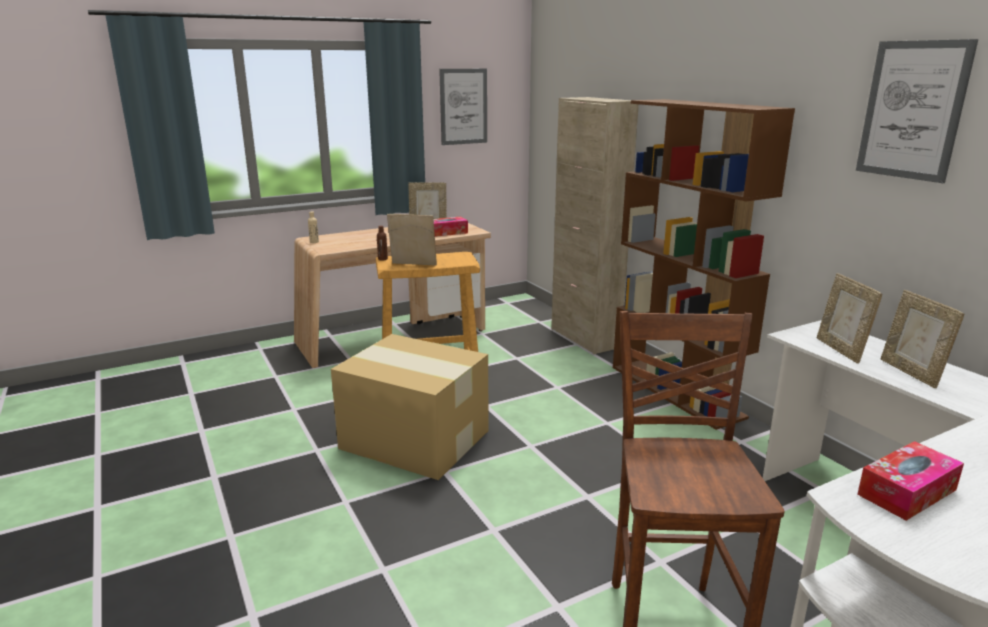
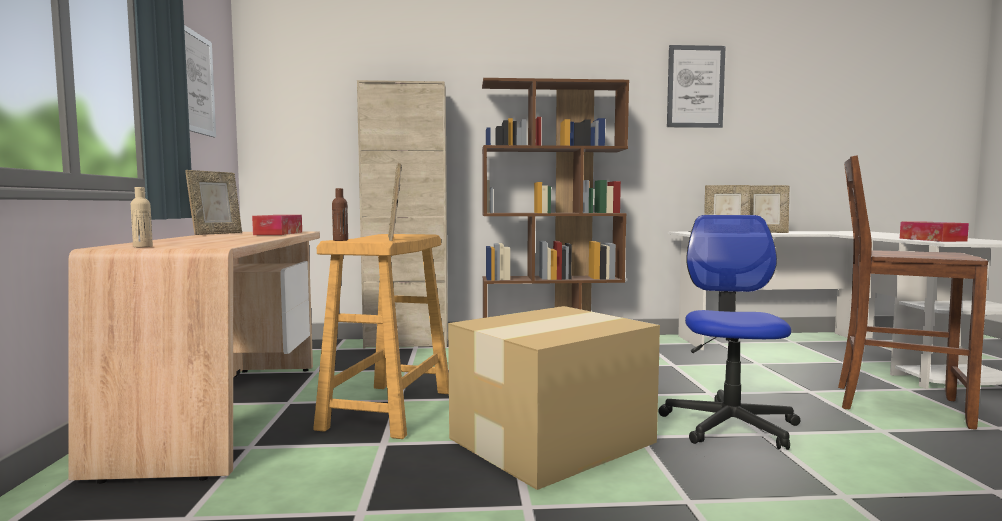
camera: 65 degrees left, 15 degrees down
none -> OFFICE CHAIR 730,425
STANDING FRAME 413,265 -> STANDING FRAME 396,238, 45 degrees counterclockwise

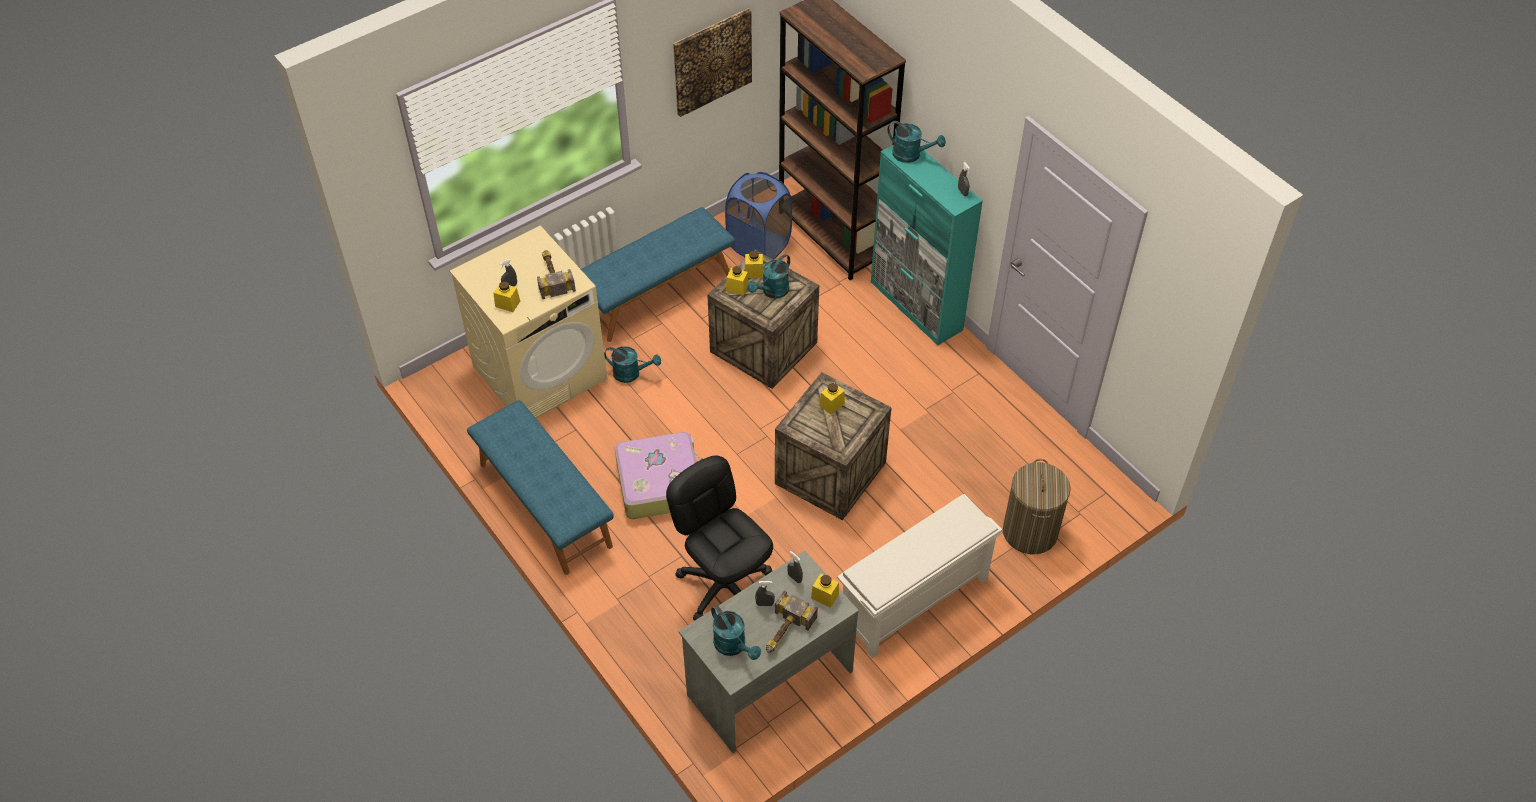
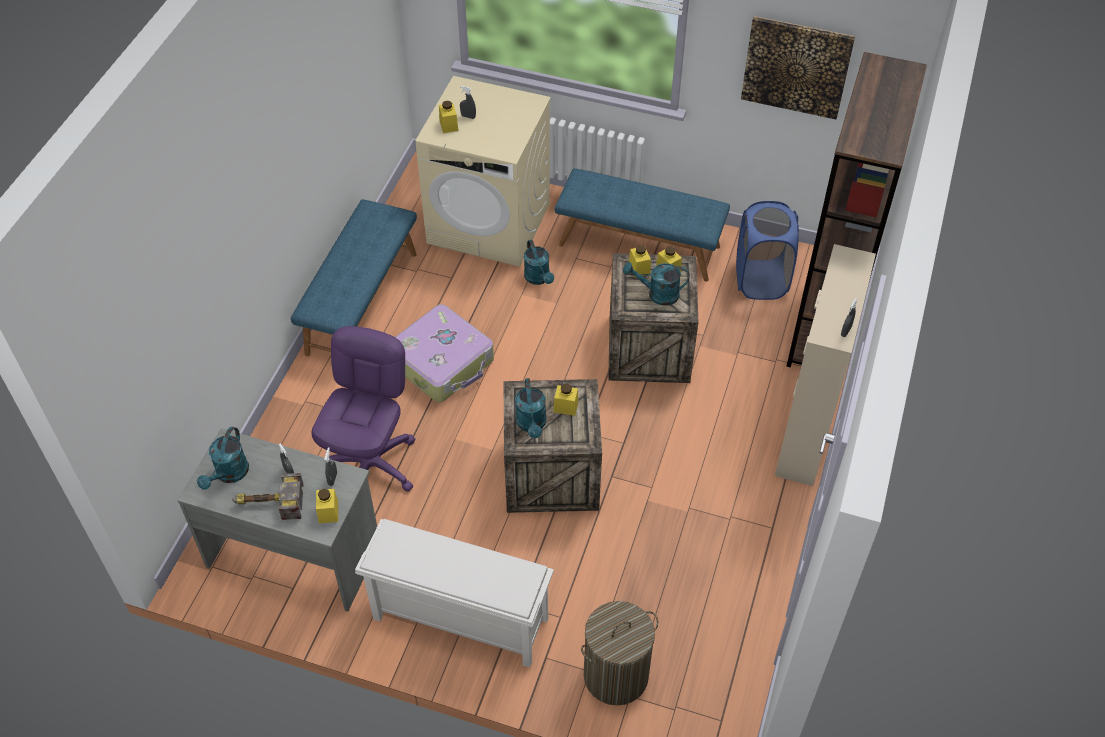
camera: 55 degrees right, 0 degrees up
TOOL HAMMER 552,275 -> none
TURQUOISE SPRINKLING CAN 911,155 -> TURQUOISE SPRINKLING CAN 532,425, relocated
BLACK OFFICE CHAIR 724,585 -> PURPLISH OFFICE CHAIR 371,465
TURQUOISE CUPBOARD 916,306 -> SAND-COLOURED CUPBOARD 805,433

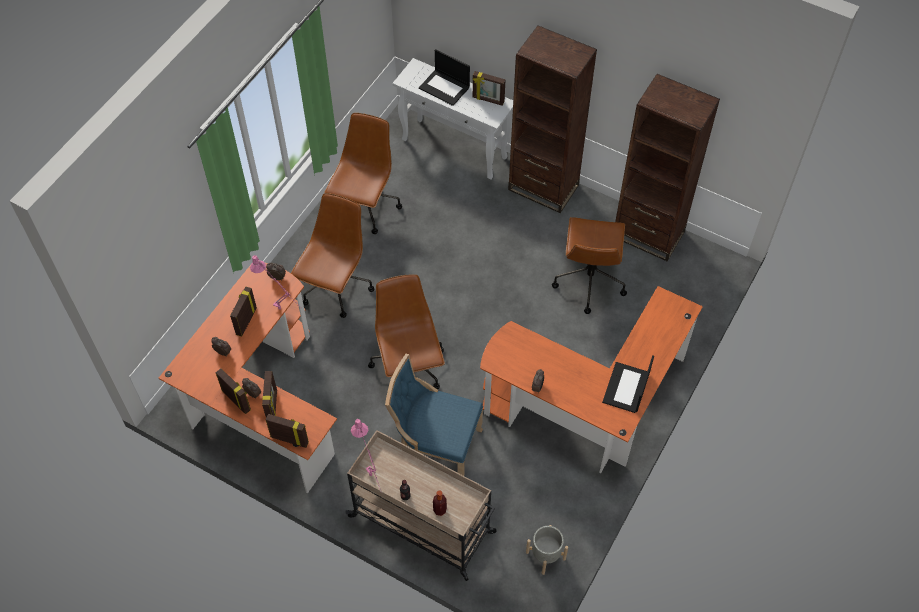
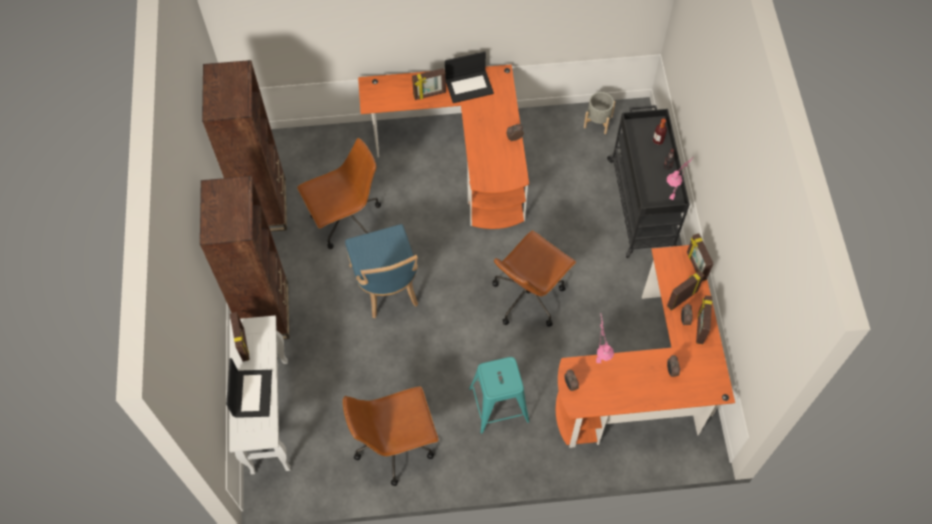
camera: 125 degrees left, 5 degrees up
STANDING FRAME 245,321 -> STANDING FRAME 430,94, relocated
BLUE-COLOURED PLAIN CHAIR 435,446 -> BLUE-COLOURED PLAIN CHAIR 387,287, relocated
BROWN-COLOURED OFFICE CHAIR 336,289 -> TURQUOISE STOOL 499,405
SAND-COLOURED CART 423,525 -> BLACK CART 641,204

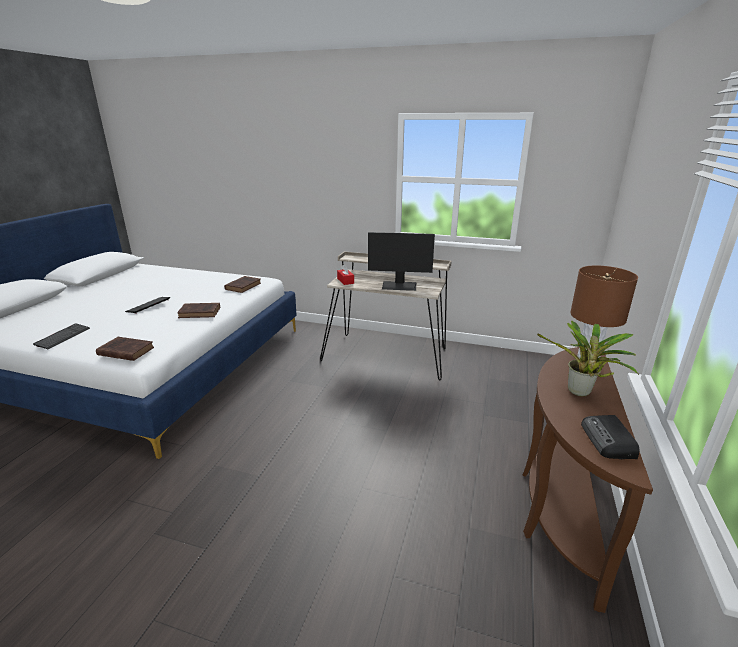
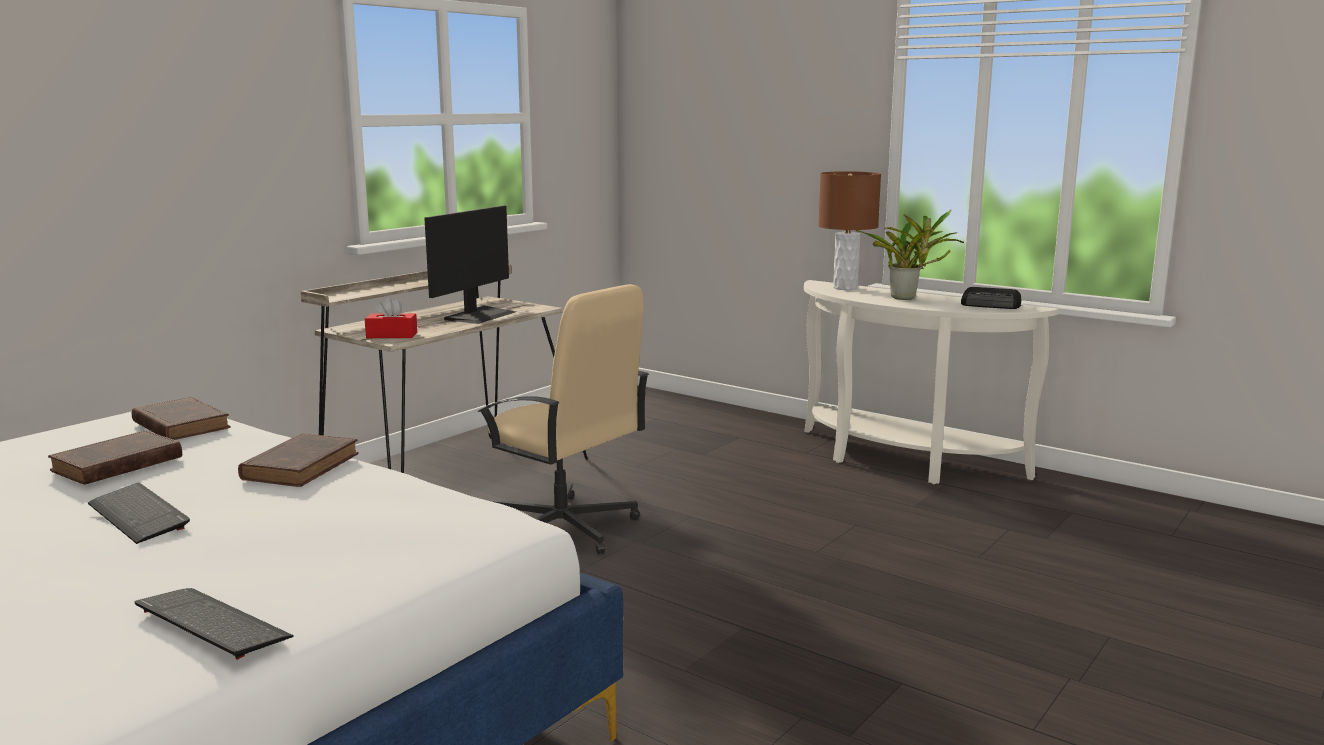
camera: 70 degrees left, 10 degrees down
none -> SAND-COLOURED OFFICE CHAIR 562,528
BROWN-COLOURED BOOK 125,351 -> BROWN-COLOURED BOOK 114,465, relocated
BROWN-COLOURED HALL TABLE 557,508 -> WHITE-COLOURED HALL TABLE 899,461

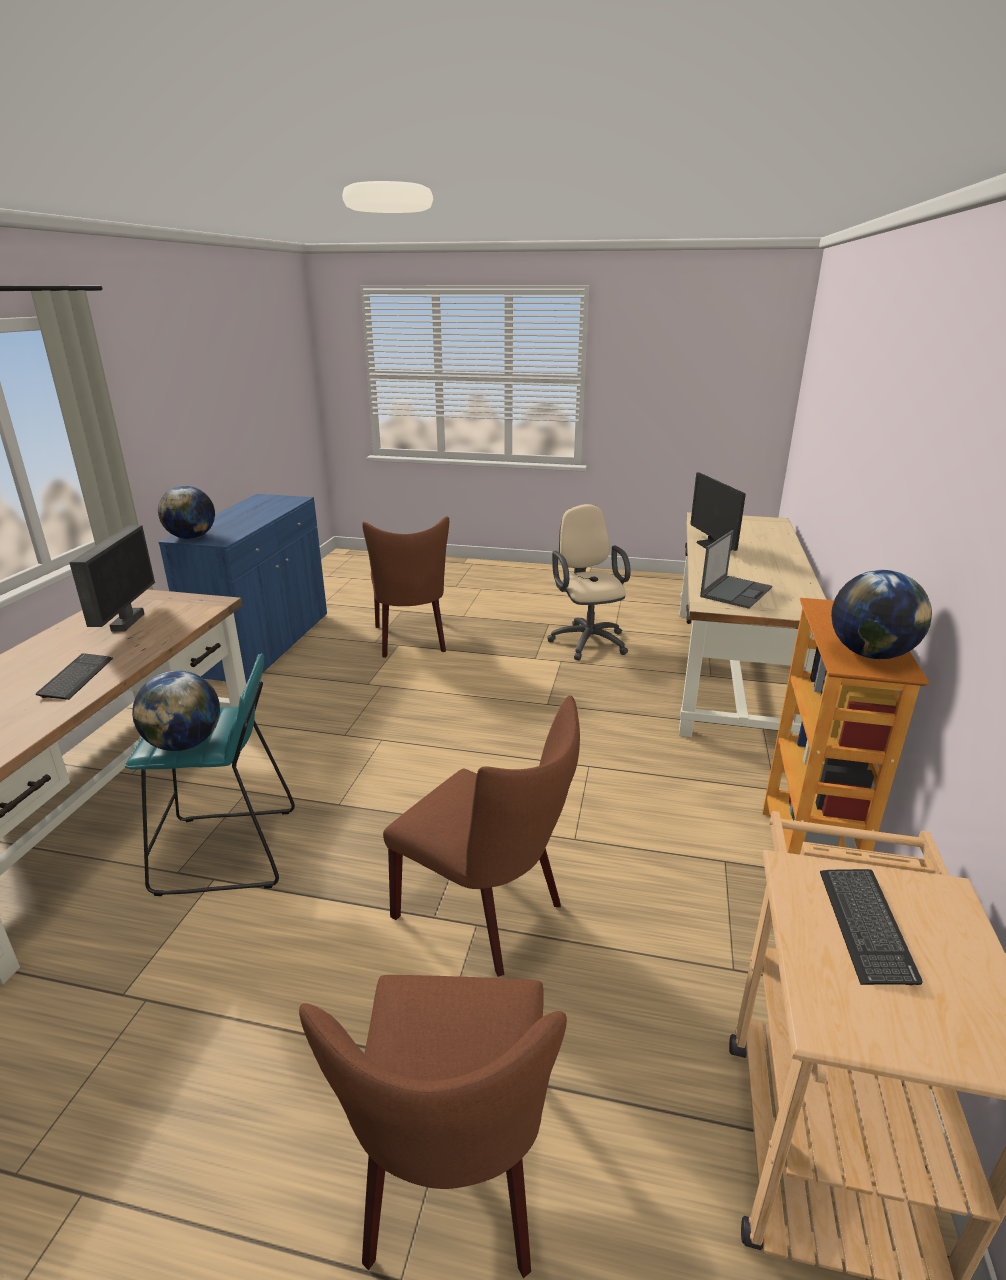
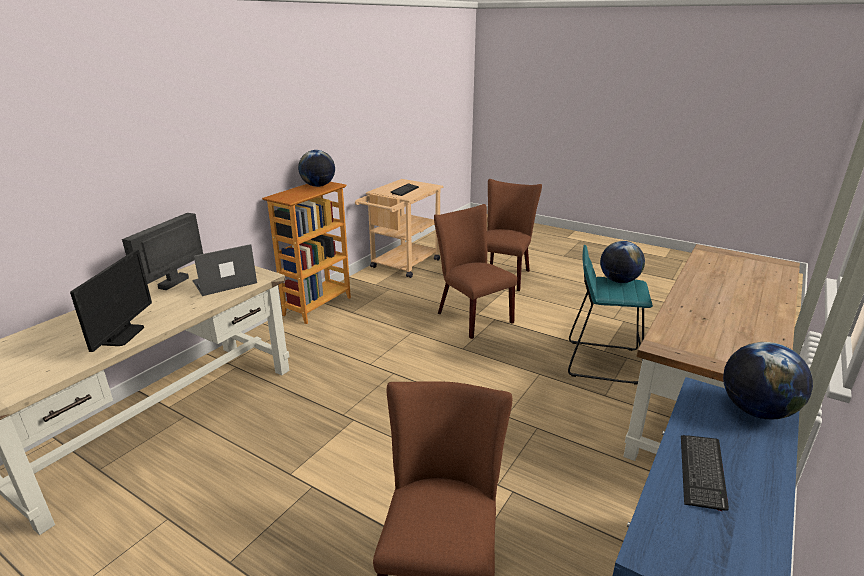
camera: 160 degrees left, 0 degrees up
SAND-COLOURED OFFICE CHAIR 587,640 -> none
KEYBOARD 76,678 -> KEYBOARD 701,472, relocated
COMPUTER DISPLAY 126,622 -> COMPUTER DISPLAY 175,283, relocated

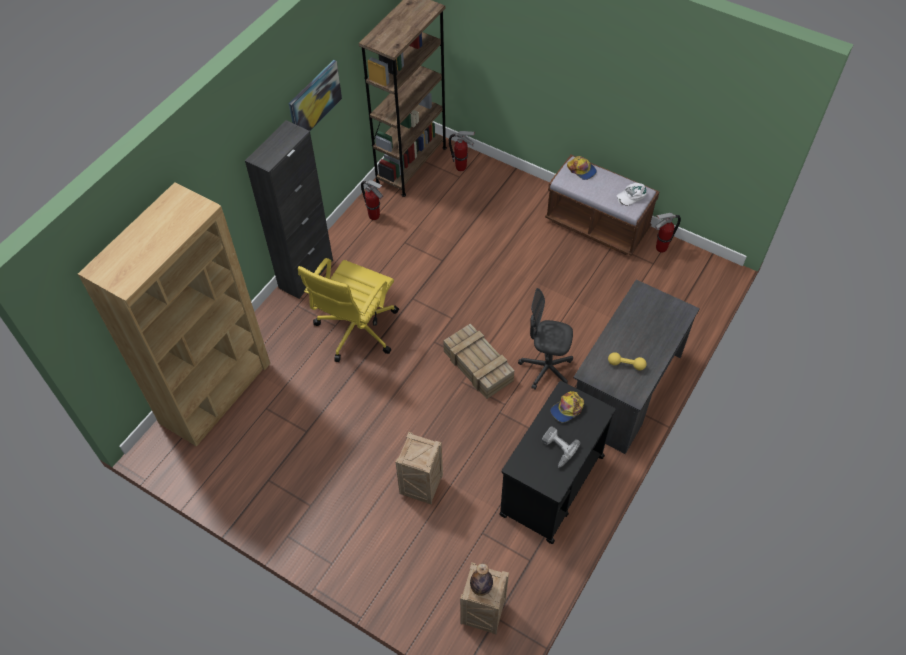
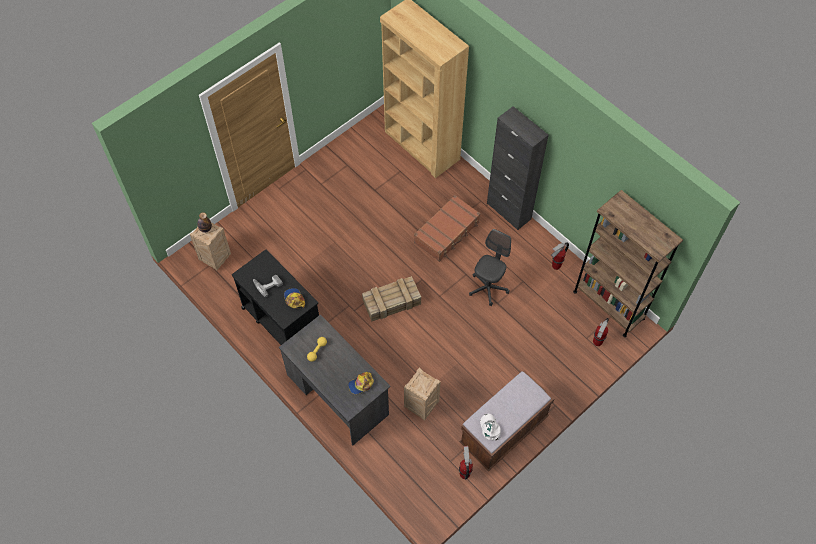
camera: 105 degrees right, 5 degrees up
PICTURE 314,100 -> none
PACKING CRATE 421,486 -> PACKING CRATE 422,405, relocated
GREYISH OFFICE CHAIR 546,369 -> GREYISH OFFICE CHAIR 488,288, relocated
PEAKED CAP 582,170 -> PEAKED CAP 361,384, relocated
YELLOW-COLOURED OFFICE CHAIR 355,330 -> BROWN-COLOURED TRAVEL CASE 447,232

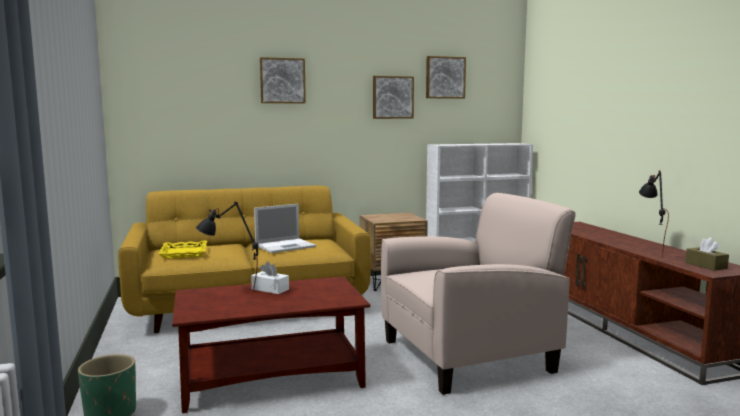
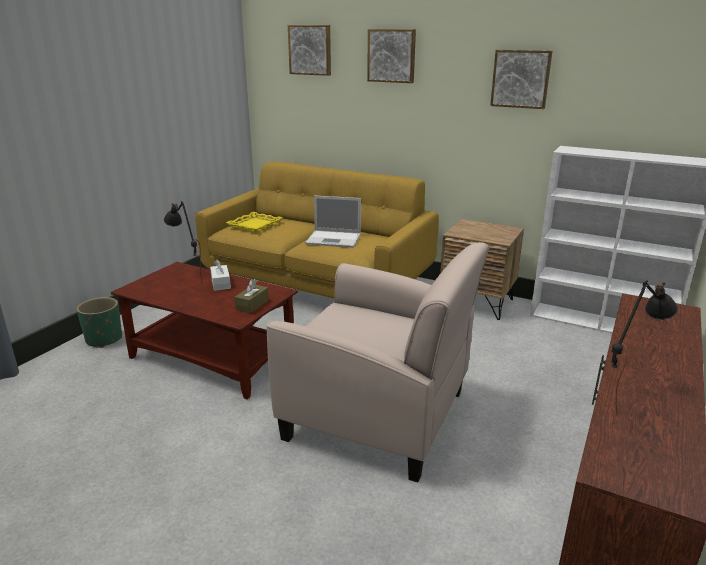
camera: 45 degrees right, 15 degrees up
PICTURE 445,77 -> PICTURE 310,50, relocated
BROWN-COLOURED BOX OF TISSUES 705,265 -> BROWN-COLOURED BOX OF TISSUES 252,305, relocated

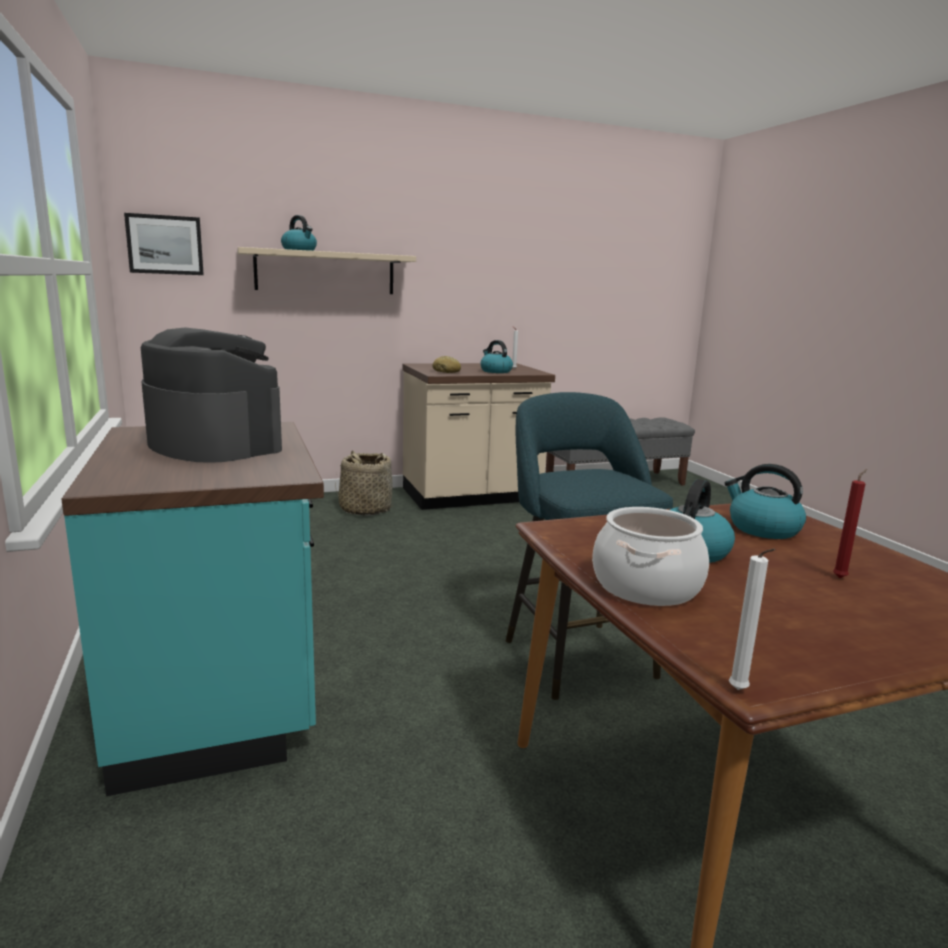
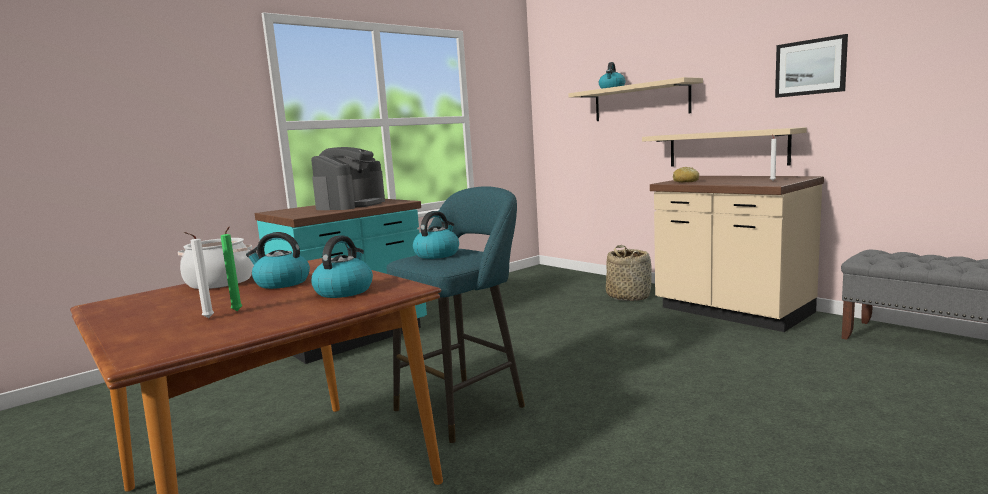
camera: 70 degrees right, 5 degrees down
none -> SAND-COLOURED BRACKET SHELF 726,148
PICTURE 165,245 -> PICTURE 810,67, relocated
TEA KETTLE 495,371 -> TEA KETTLE 437,254, relocated
WHITE-COLOURED WAX CANDLE 740,692 -> WHITE-COLOURED WAX CANDLE 206,318, relocated
RED WAX CANDLE 841,577 -> GREEN-COLOURED WAX CANDLE 238,311

